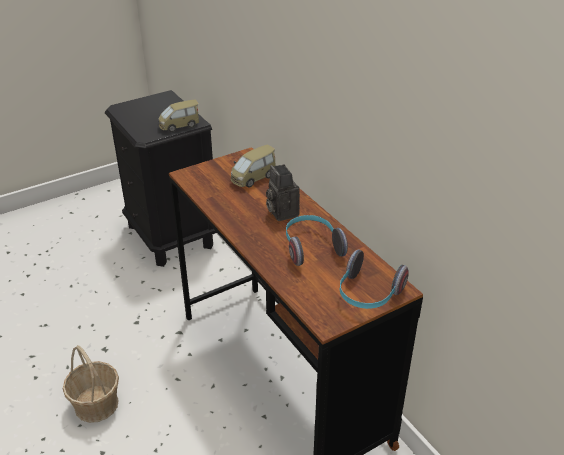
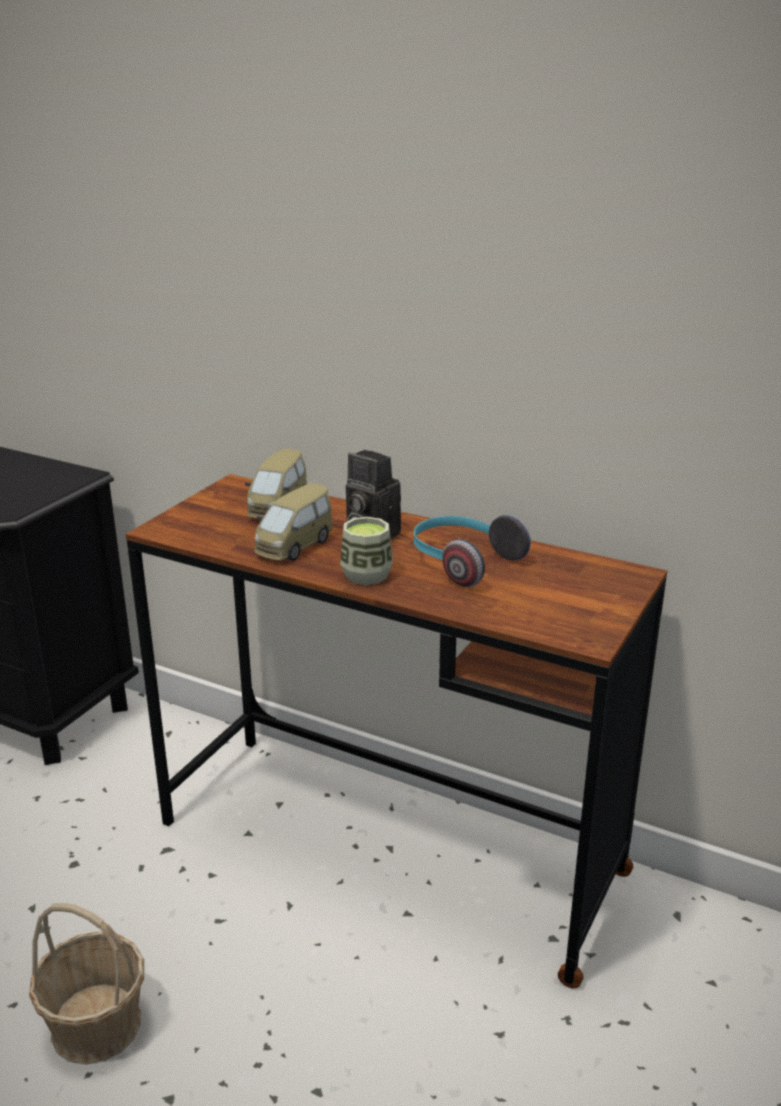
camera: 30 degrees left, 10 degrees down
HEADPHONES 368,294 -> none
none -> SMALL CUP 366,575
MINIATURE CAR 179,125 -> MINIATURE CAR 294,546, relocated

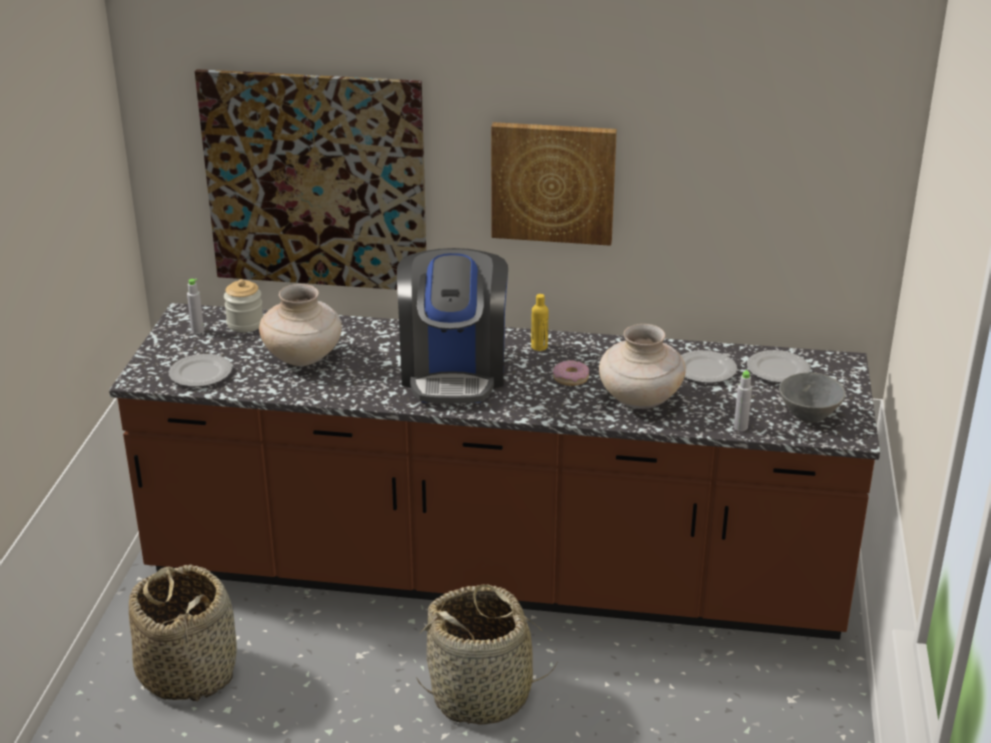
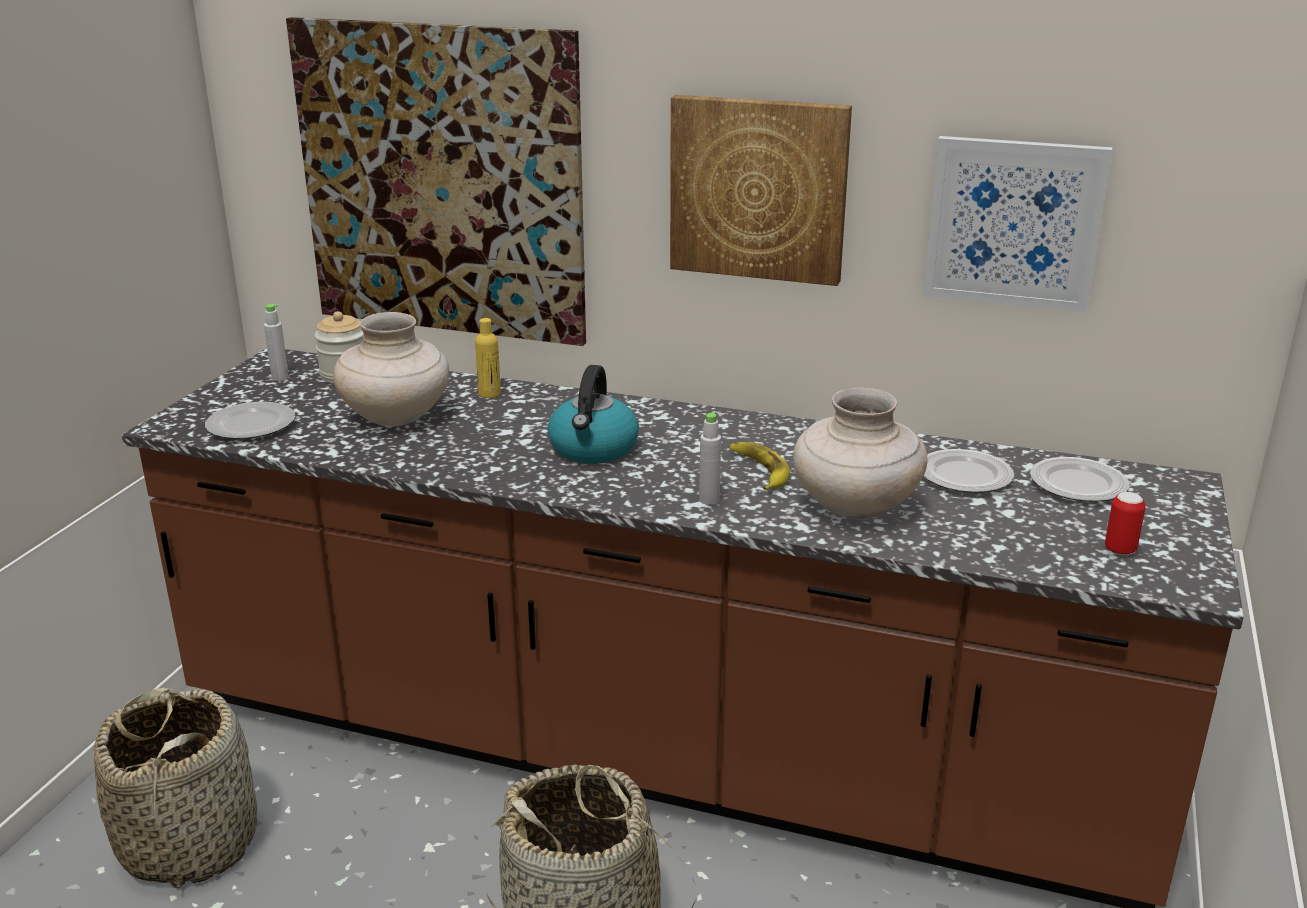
camera: 10 degrees right, 5 degrees down
none -> PICTURE 1013,223
YELLOW-COLOURED DRINK BOTTLE 539,347 -> YELLOW-COLOURED DRINK BOTTLE 489,394, relocated
GREYISH DRINK BOTTLE 740,427 -> GREYISH DRINK BOTTLE 709,500, relocated
COFFEE BREWER 453,371 -> TEA KETTLE 593,449
RING DOUGHNUT 571,378 -> BANANA FRUIT 759,470
GREYISH SERVING BOWL 807,415 -> METAL CAN 1120,550

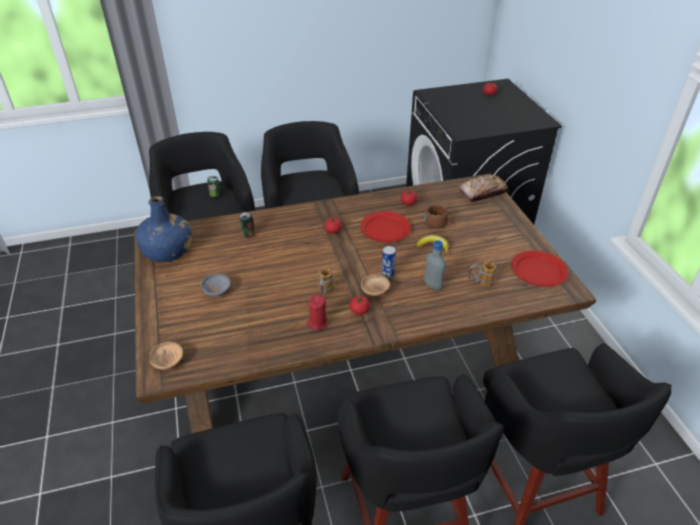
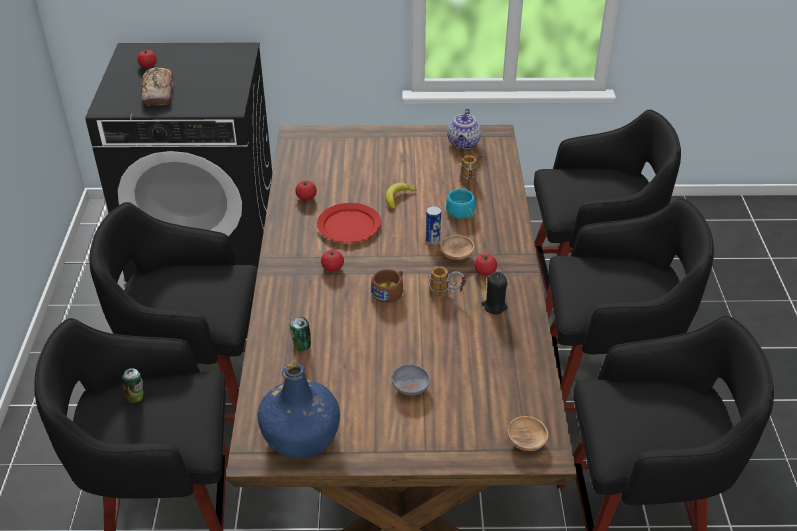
camera: 75 degrees left, 0 degrees up
BROWN-COLOURED SMALL CUP 438,223 -> BROWN-COLOURED SMALL CUP 389,291, relocated
BAKERY BREAD 482,193 -> BAKERY BREAD 158,92, relocated
GREYISH DRINK BOTTLE 432,286 -> TURQUOISE SMALL CUP 462,213
RED DINNER PLATE 538,271 -> POT FOR TEA 464,143
RED WAX CANDLE 318,323 -> BLACK WAX CANDLE 494,306

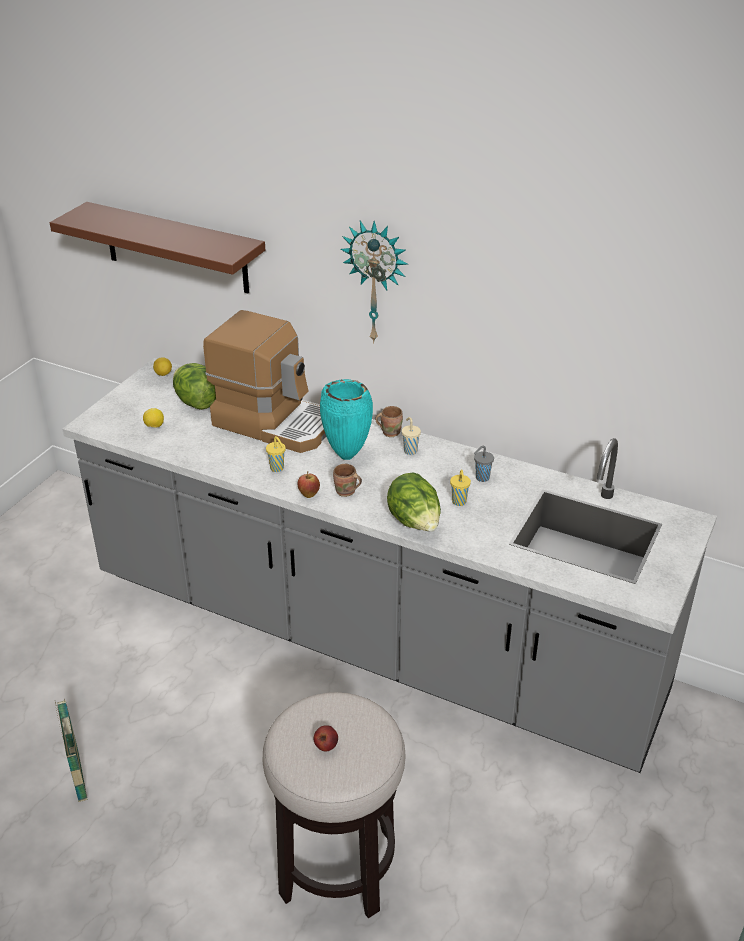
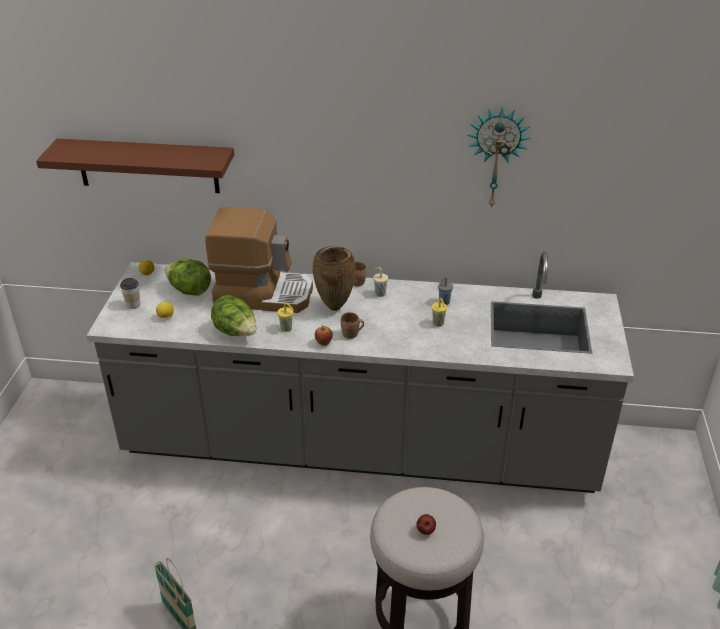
camera: 20 degrees left, 0 degrees up
none -> SMALL CUP 133,305
WALL CLOCK 376,281 -> WALL CLOCK 496,157, relocated
HEAD OF LETTUCE 415,523 -> HEAD OF LETTUCE 236,332, relocated
TURQUOISE DECORATIVE VASE 347,455 -> BROWN-COLOURED DECORATIVE VASE 335,307

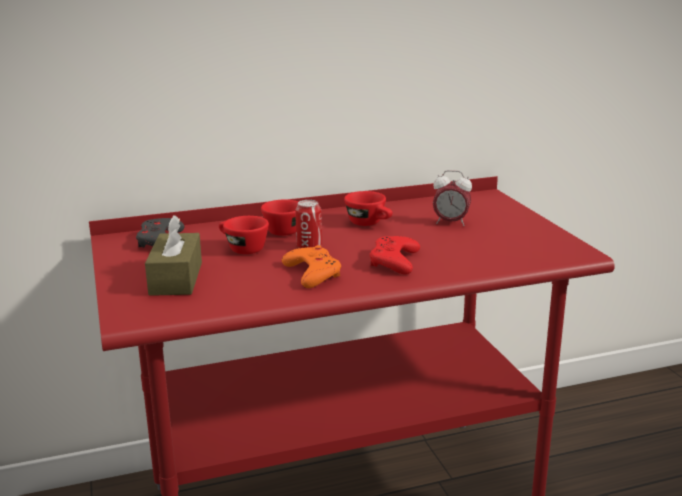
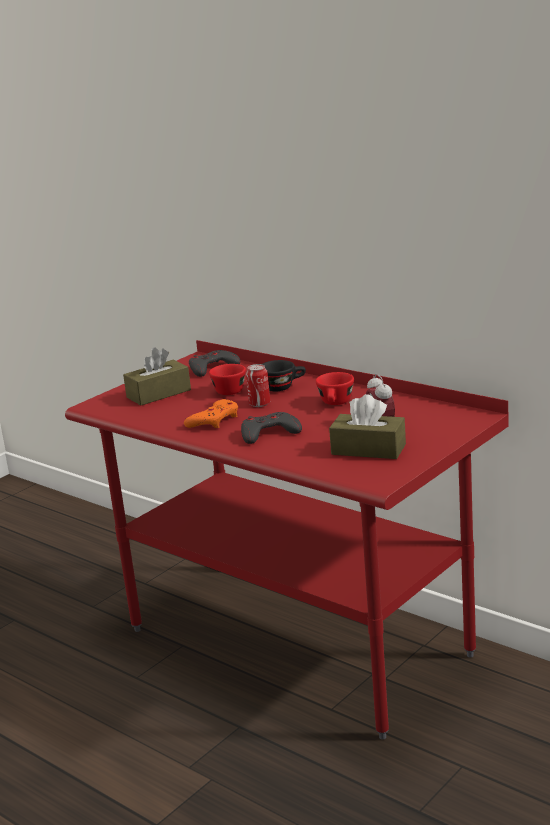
camera: 60 degrees right, 0 degrees up
none -> BROWN-COLOURED BOX OF TISSUES 368,449
RED SMALL CUP 285,229 -> BLACK SMALL CUP 283,387
RED JOYPAD 394,261 -> GREYISH JOYPAD 269,433

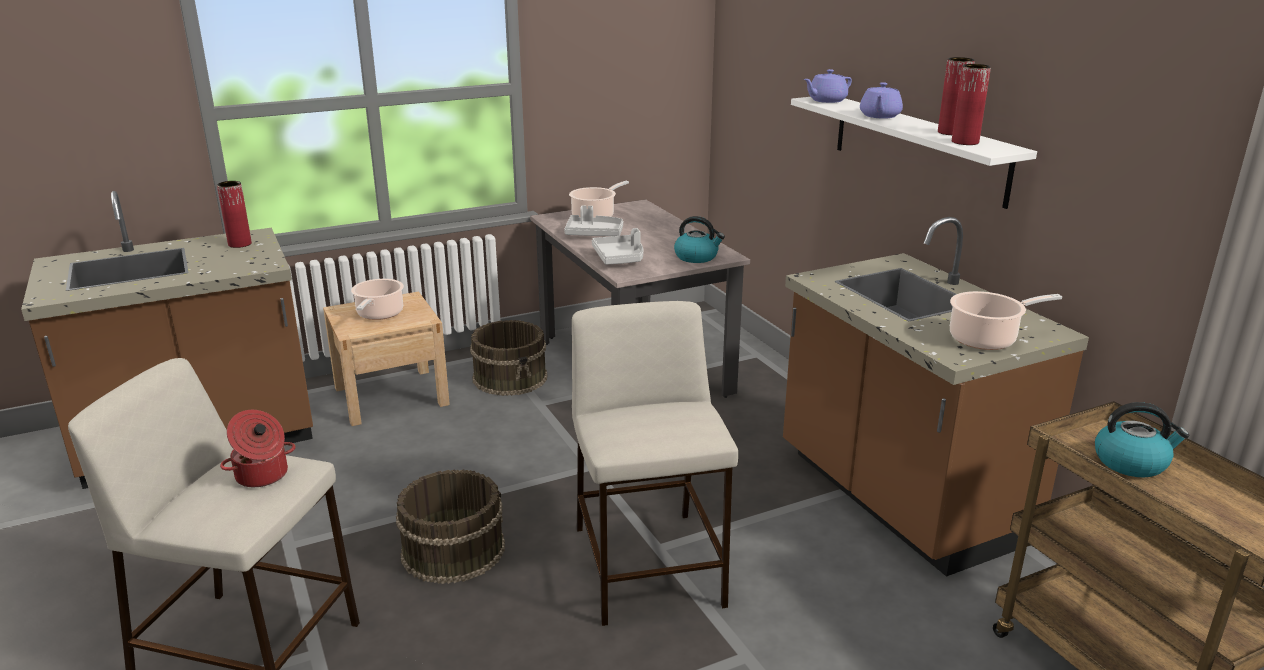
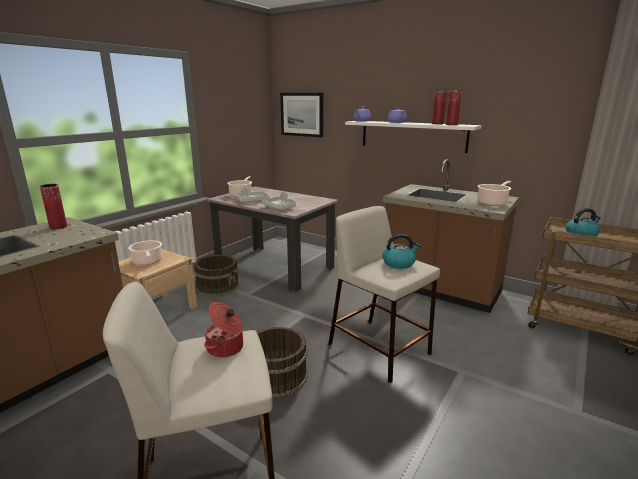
camera: 30 degrees left, 5 degrees down
none -> PICTURE 302,114
TEA KETTLE 697,257 -> TEA KETTLE 399,263, relocated

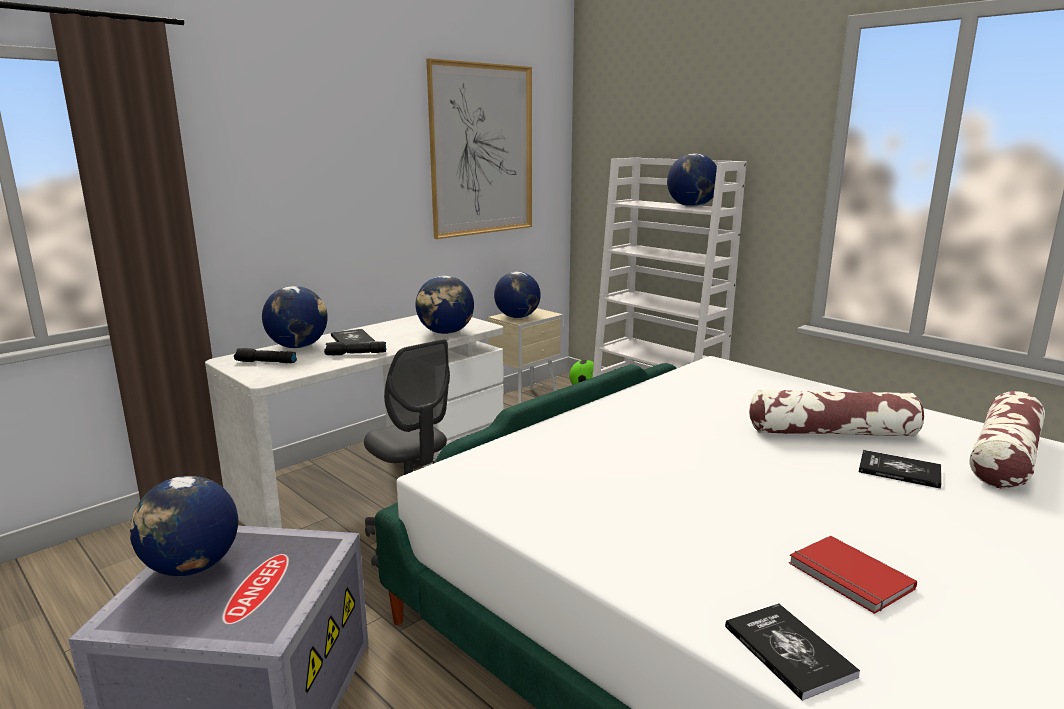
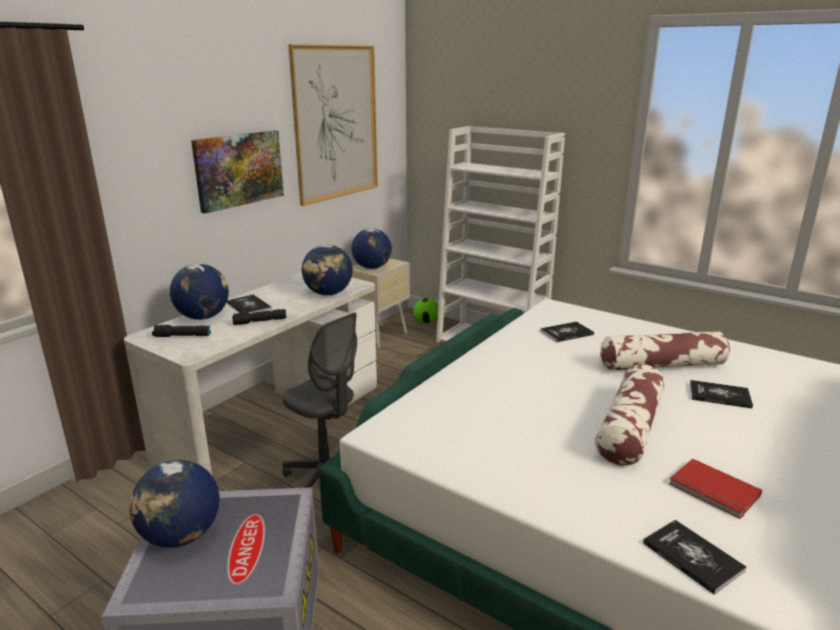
camera: 10 degrees left, 5 degrees up
WORLD GLOBE 691,206 -> none
none -> PICTURE 239,169
none -> BOOK 566,333
PILLOW 1005,457 -> PILLOW 630,428, relocated

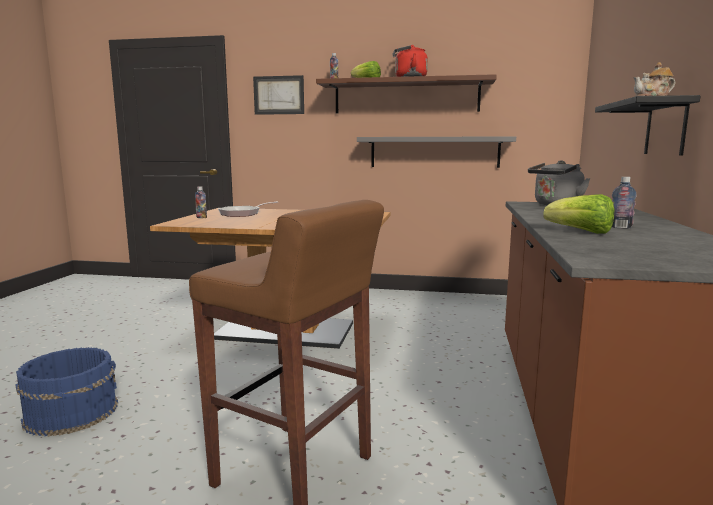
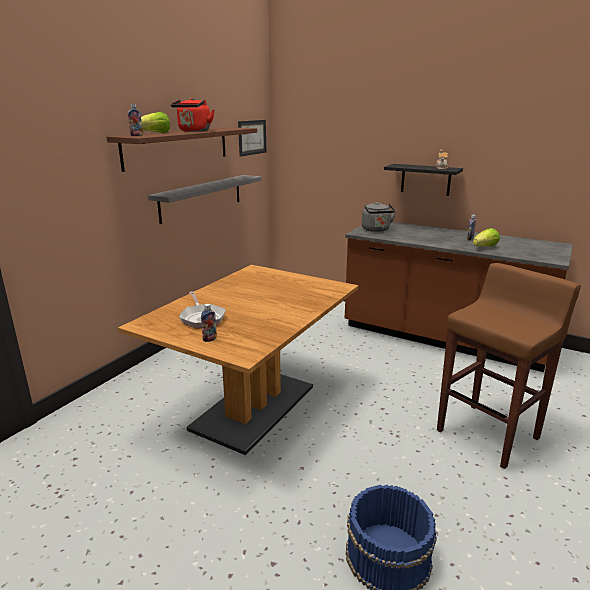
camera: 70 degrees left, 10 degrees up
PICTURE 279,95 -> PICTURE 252,137, relocated

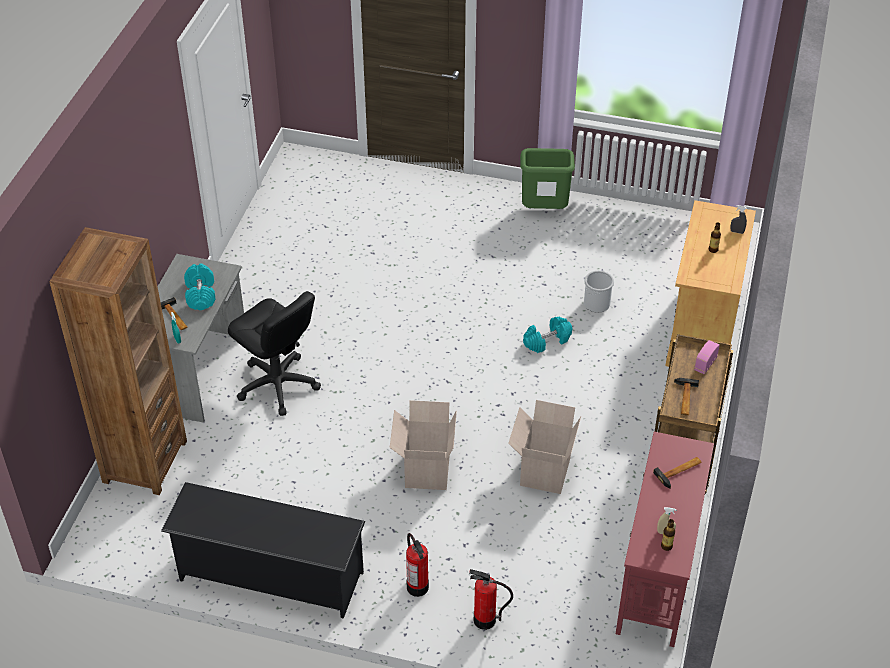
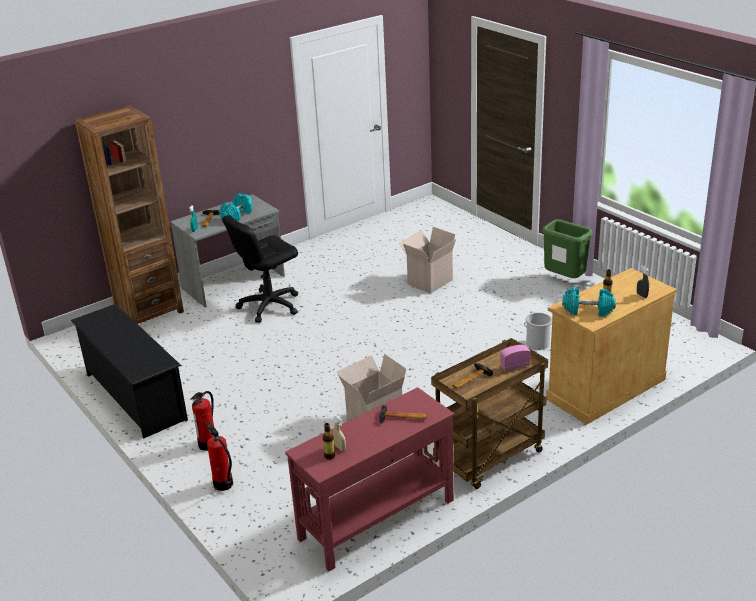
camera: 40 degrees right, 15 degrees down
CARTON 425,469 -> CARTON 429,281, relocated
TURQUOISE FREE WEIGHT 547,341 -> TURQUOISE FREE WEIGHT 588,310, relocated
BLACK OFFICE CHAIR 277,385 -> BLACK OFFICE CHAIR 269,306, 60 degrees clockwise

